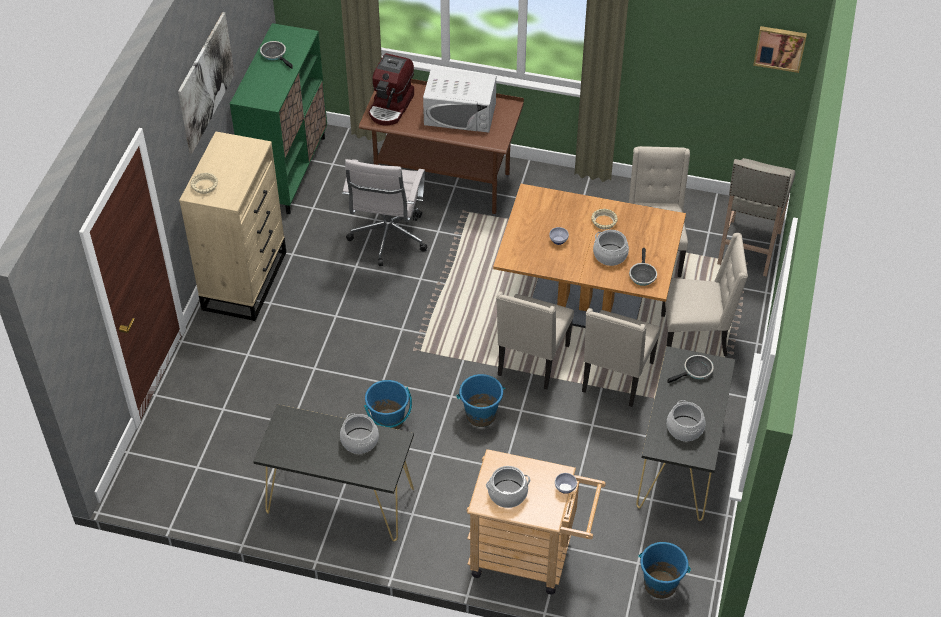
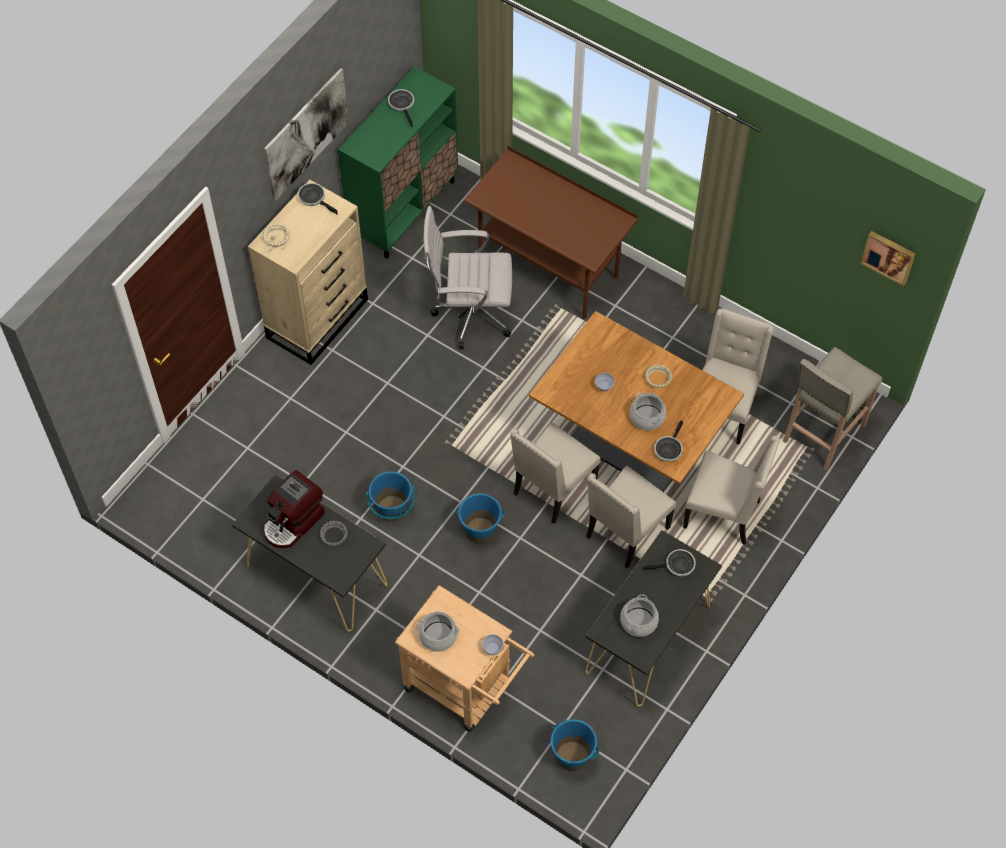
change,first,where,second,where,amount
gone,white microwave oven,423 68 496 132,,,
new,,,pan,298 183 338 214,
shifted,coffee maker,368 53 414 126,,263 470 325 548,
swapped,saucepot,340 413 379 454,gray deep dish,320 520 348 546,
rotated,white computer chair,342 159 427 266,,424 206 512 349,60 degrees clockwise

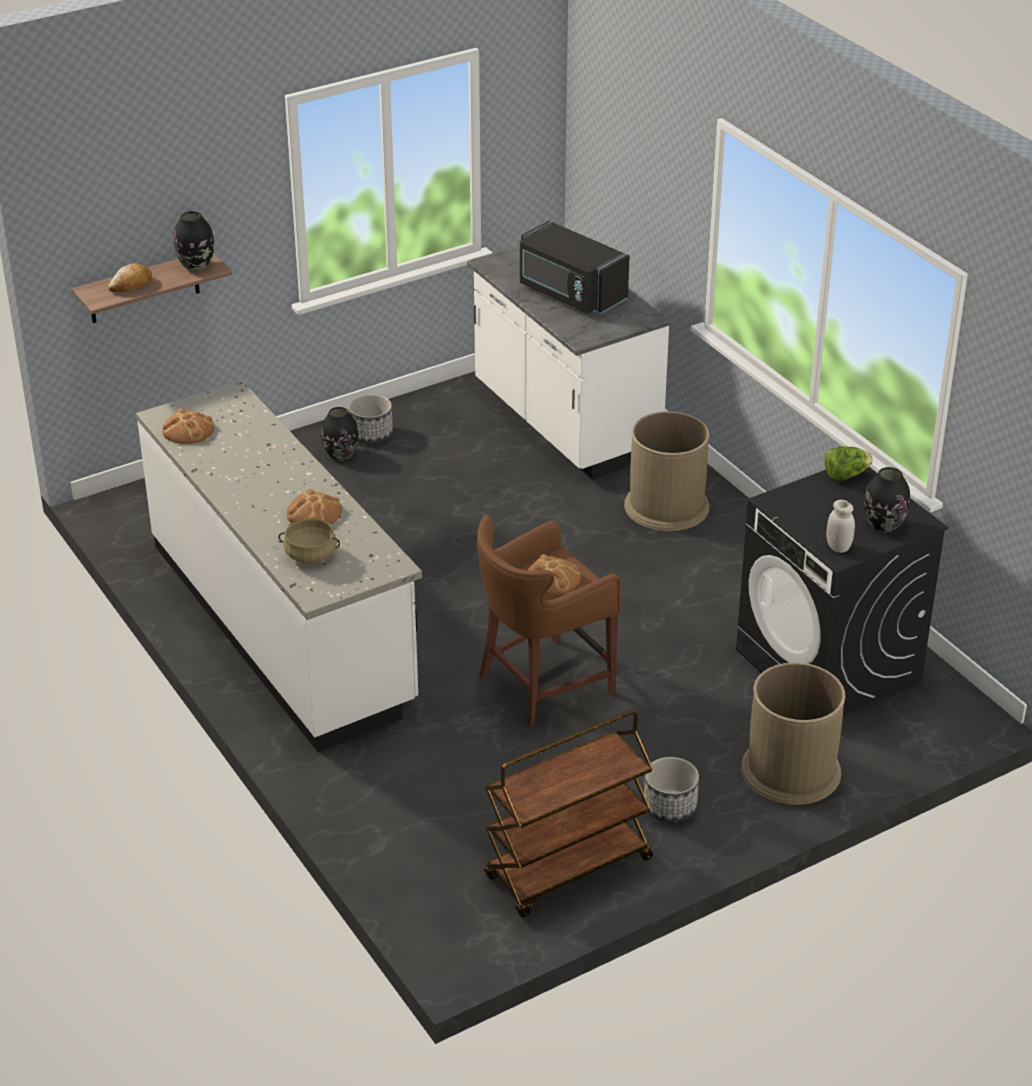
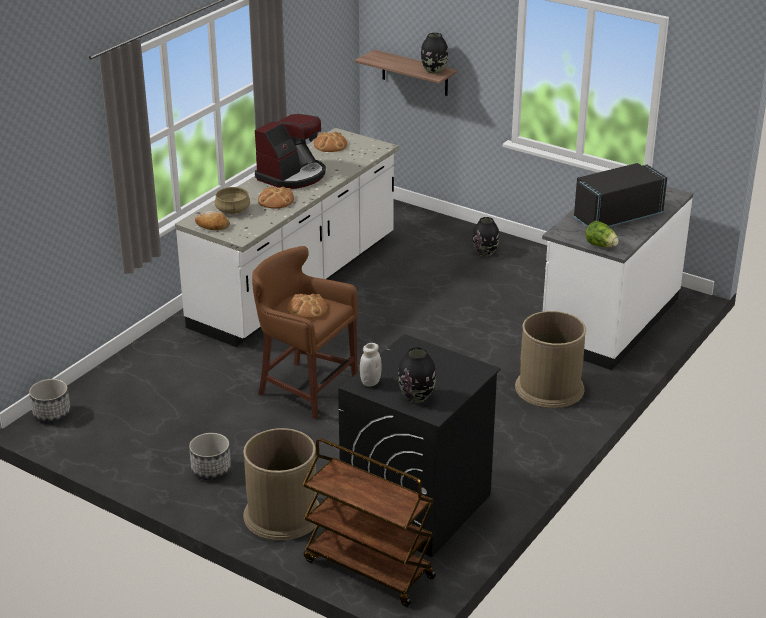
change,first,where,second,where,amount
new,,,coffee maker,255 114 326 189,
shifted,bakery bread,108 263 152 292,,195 211 230 230,
shifted,flower pot,349 394 393 444,,29 379 71 423,
shifted,brownish cart,484 710 653 917,,303 438 436 607,
shifted,lettuce,825 446 873 481,,585 221 619 247,
rotated,blackish microwave oven,520 221 629 314,,574 163 667 227,45 degrees clockwise

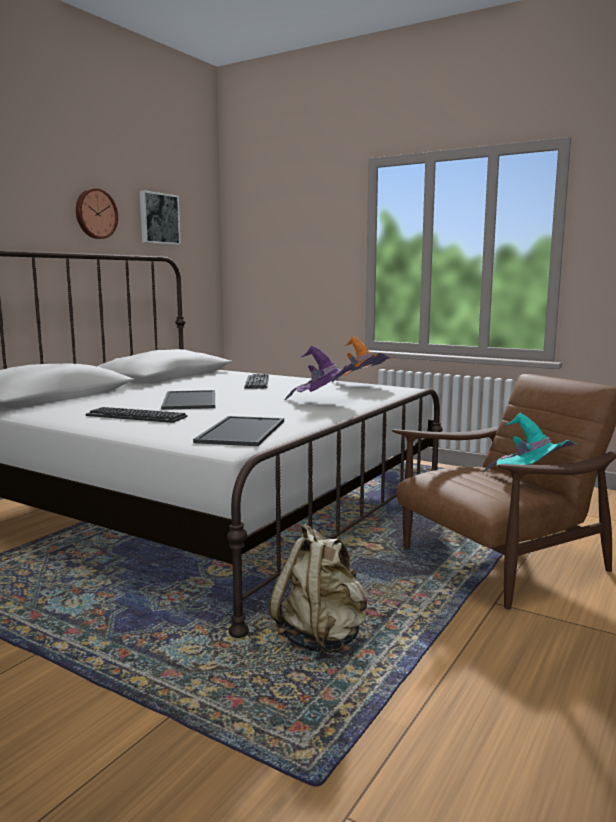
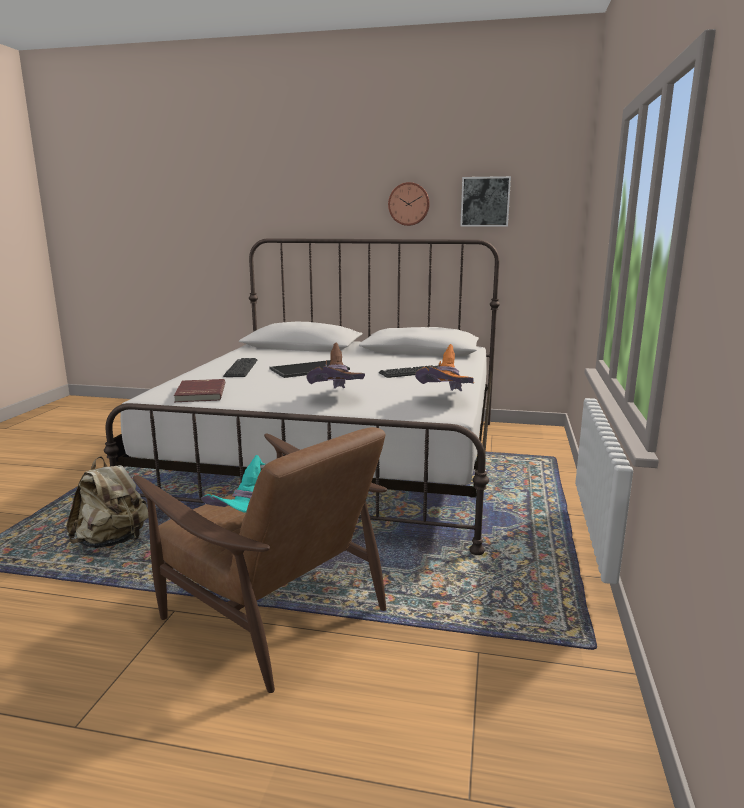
change,first,where,second,where,amount
swapped,tray,193 416 284 446,red volume,174 379 225 402,
repainted,purple hat,284 346 358 400,brownish hat,307 342 365 388,

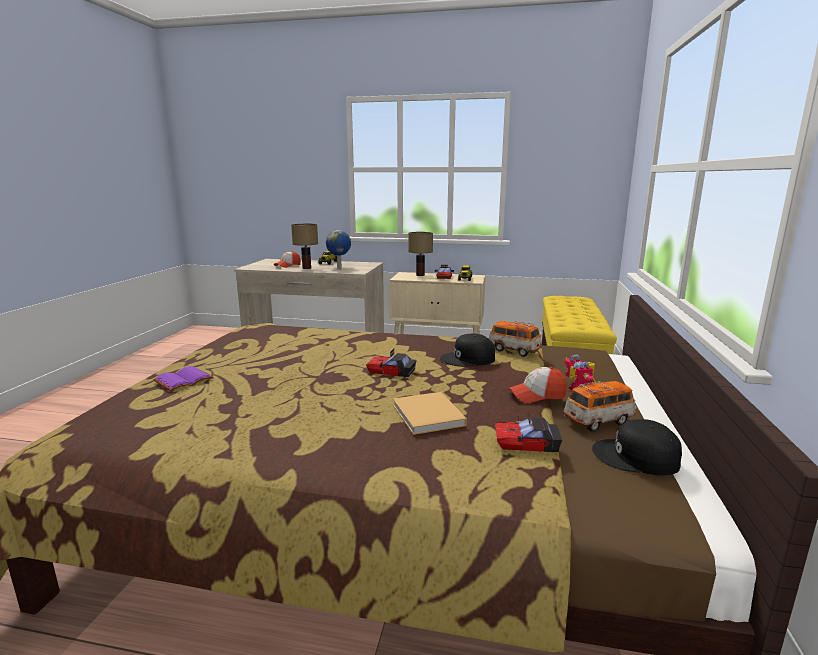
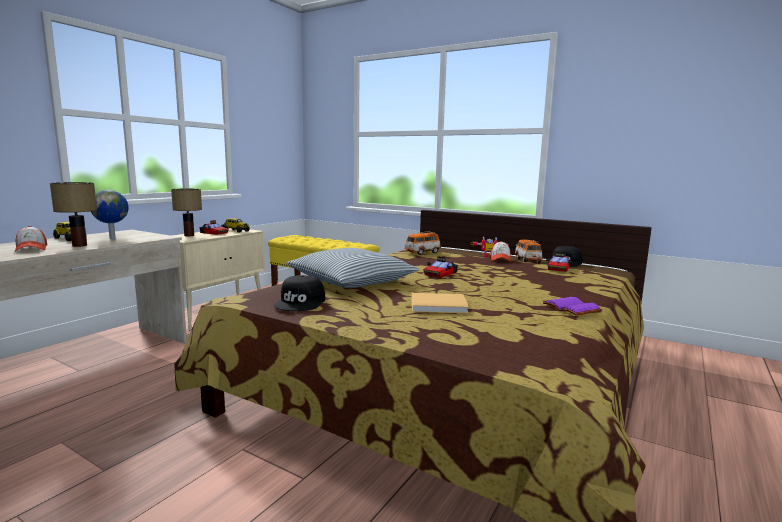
change,first,where,second,where,amount
new,,,cushion,286 248 420 288,
shifted,purple volume,153 366 214 391,,543 297 603 316,
shifted,beige-coloured volume,393 392 467 435,,411 293 469 314,
shifted,blackish peaked cap,440 333 495 367,,274 275 325 311,

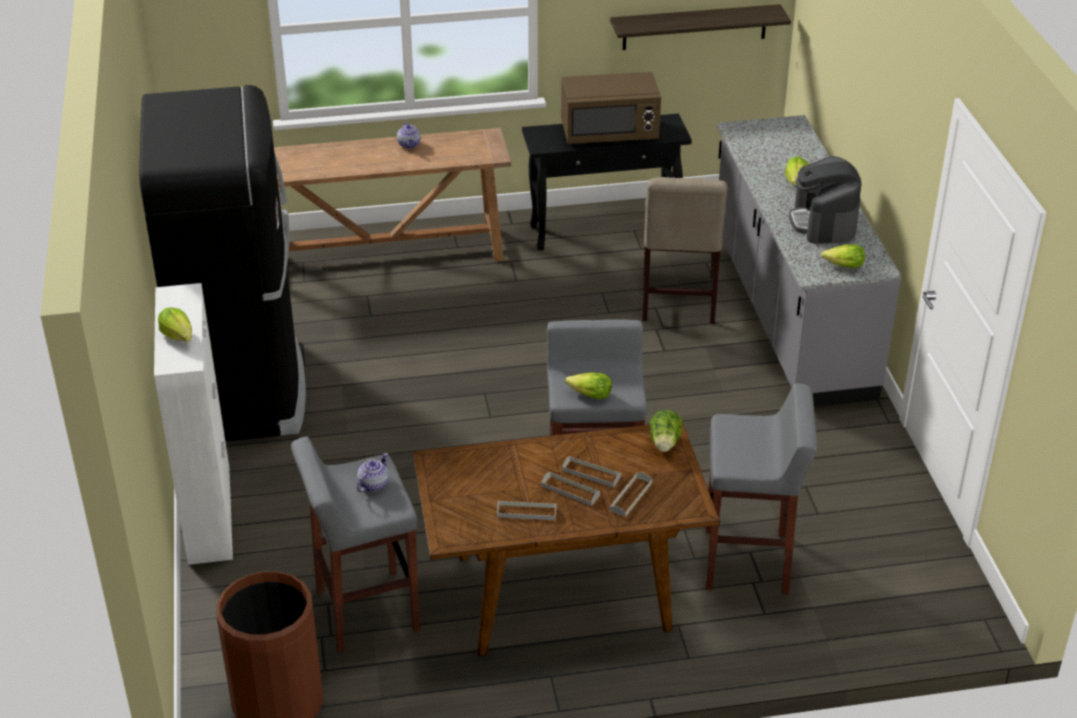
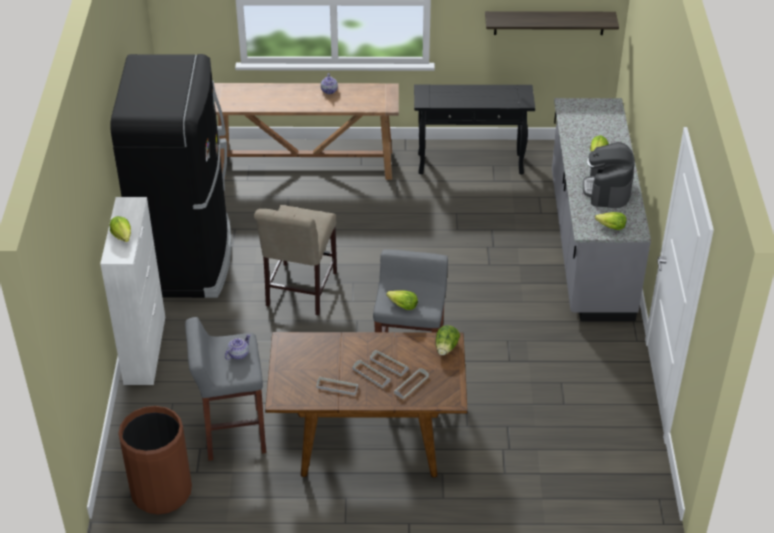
change,first,where,second,where,amount
gone,brownish microwave oven,561 72 661 144,,,
gone,gray sitting stool,706 383 817 594,,,
shifted,beige-coloured chair,642 177 727 324,,254 205 337 315,

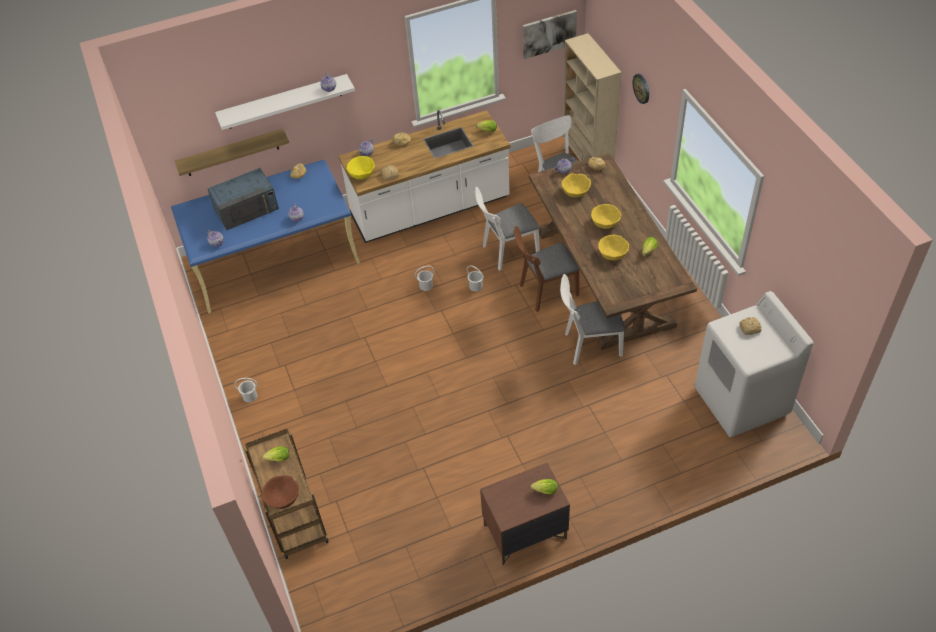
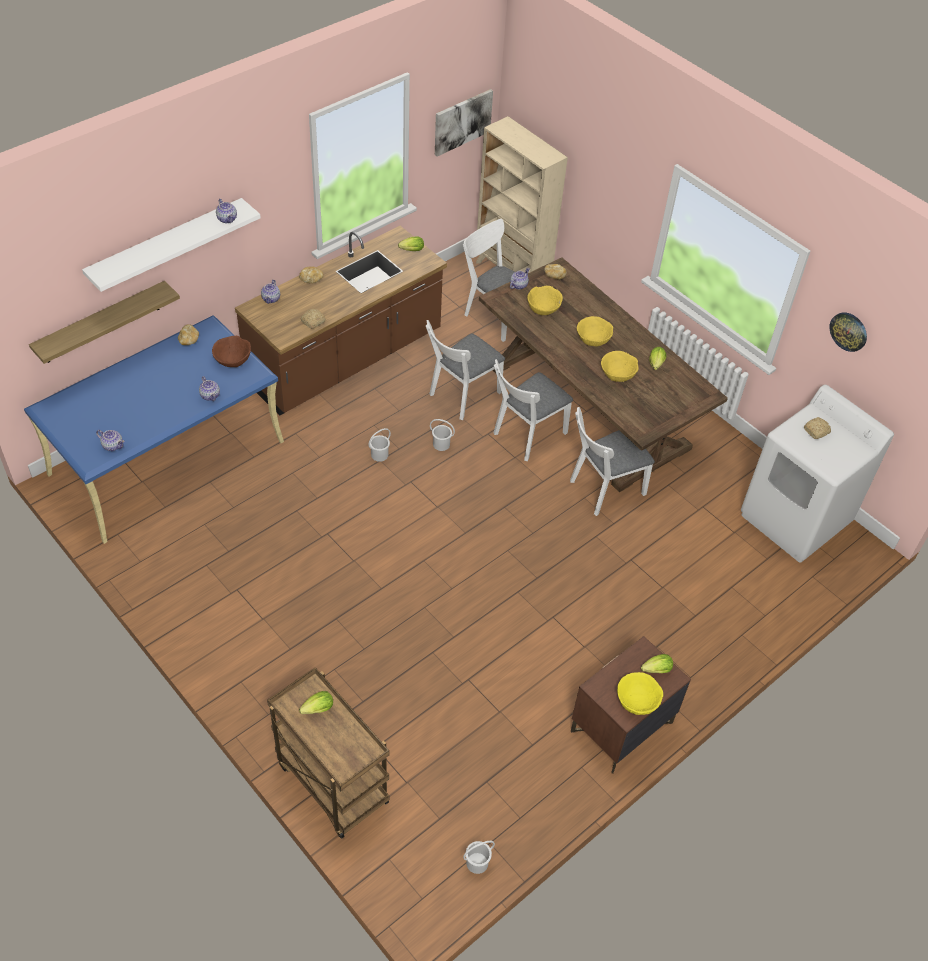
change,first,where,second,where,amount
gone,blue microwave oven,208 168 279 230,,,
shifted,white bucket,234 378 257 403,,463 841 495 874,
shifted,brownish deep dish,262 475 299 509,,212 336 251 367,
shifted,yellow-coloured deep dish,347 156 374 179,,617 672 663 715,
shifted,clock on the wall,632 74 649 104,,829 313 867 352,
repainted,white counter,339 110 510 243,brownish counter,235 226 447 416,
repainted,brownish chair,514 226 580 312,white chair,493 359 573 462,

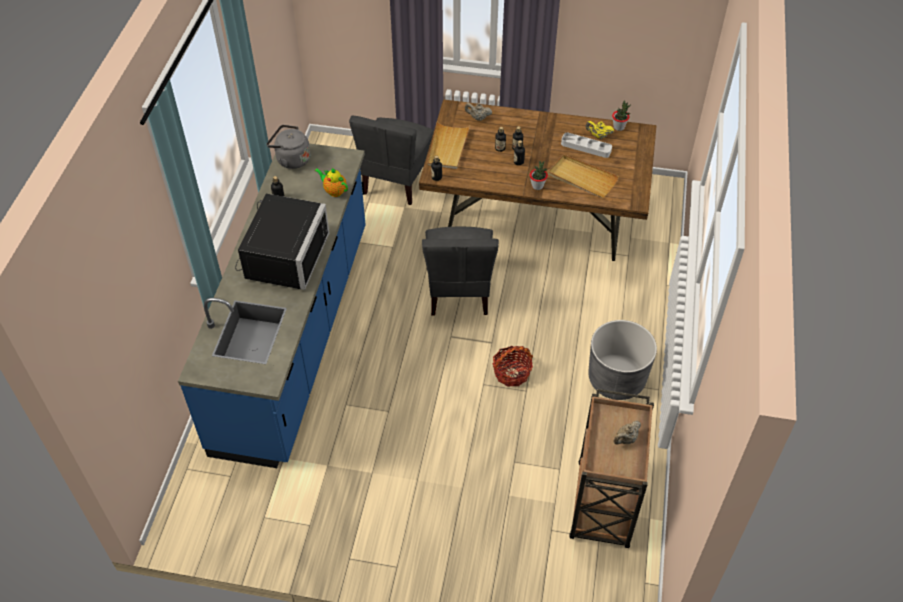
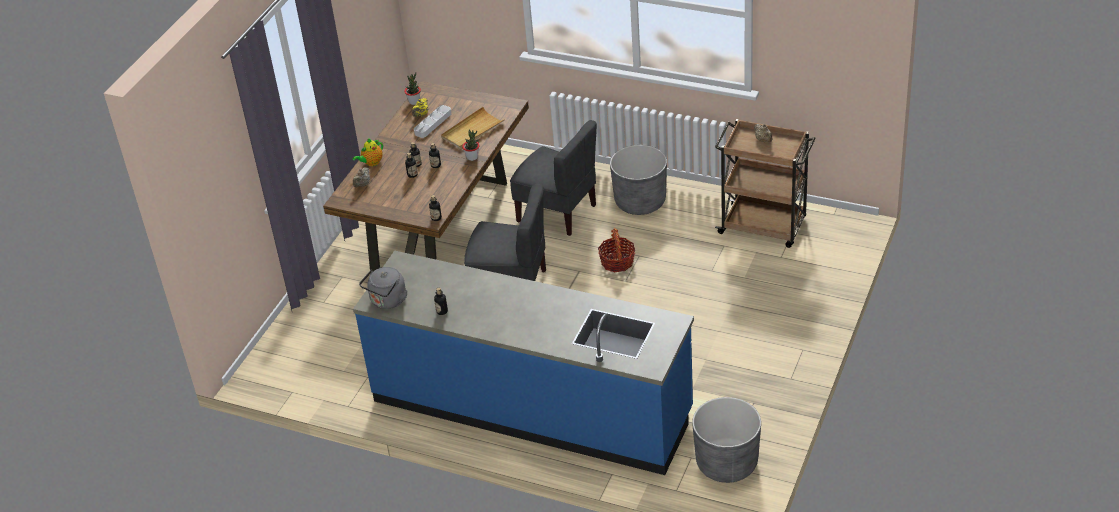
change,first,where,second,where,amount
gone,blackish microwave oven,235 194 329 290,,,
gone,beige-coloured tray,428 121 470 169,,,
new,,,gray flower pot,692 397 761 483,
shifted,tea pot,314 168 348 197,,353 138 383 166,
shifted,gray chair,349 116 434 205,,510 120 597 236,

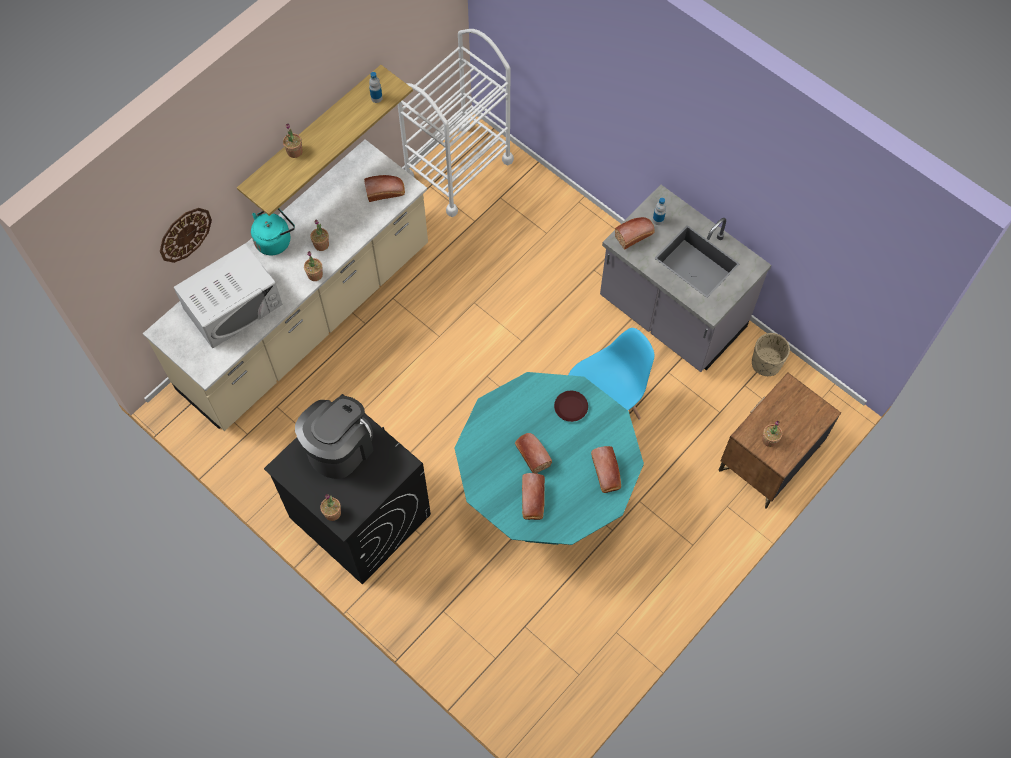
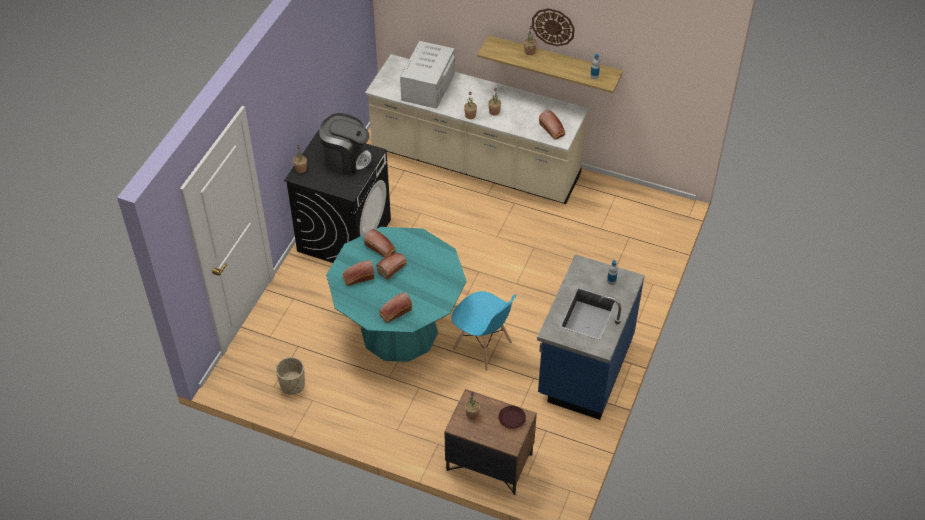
change,first,where,second,where,amount
gone,blue-green tea kettle,251 208 295 255,,,
gone,white cart,398 29 514 217,,,
shifted,clock on the wall,160 208 212 263,,532 8 575 46,
shifted,brownish plate,554 391 588 422,,498 406 526 429,
shifted,bakery bread,615 217 655 250,,364 229 395 258,
shifted,beige-coloured flower pot,752 333 790 376,,276 357 305 394,
repainted,gray counter,600 185 771 372,blue counter,537 254 645 420,
rotated,white microwave oven,174 243 282 348,,400 41 455 109,75 degrees clockwise

